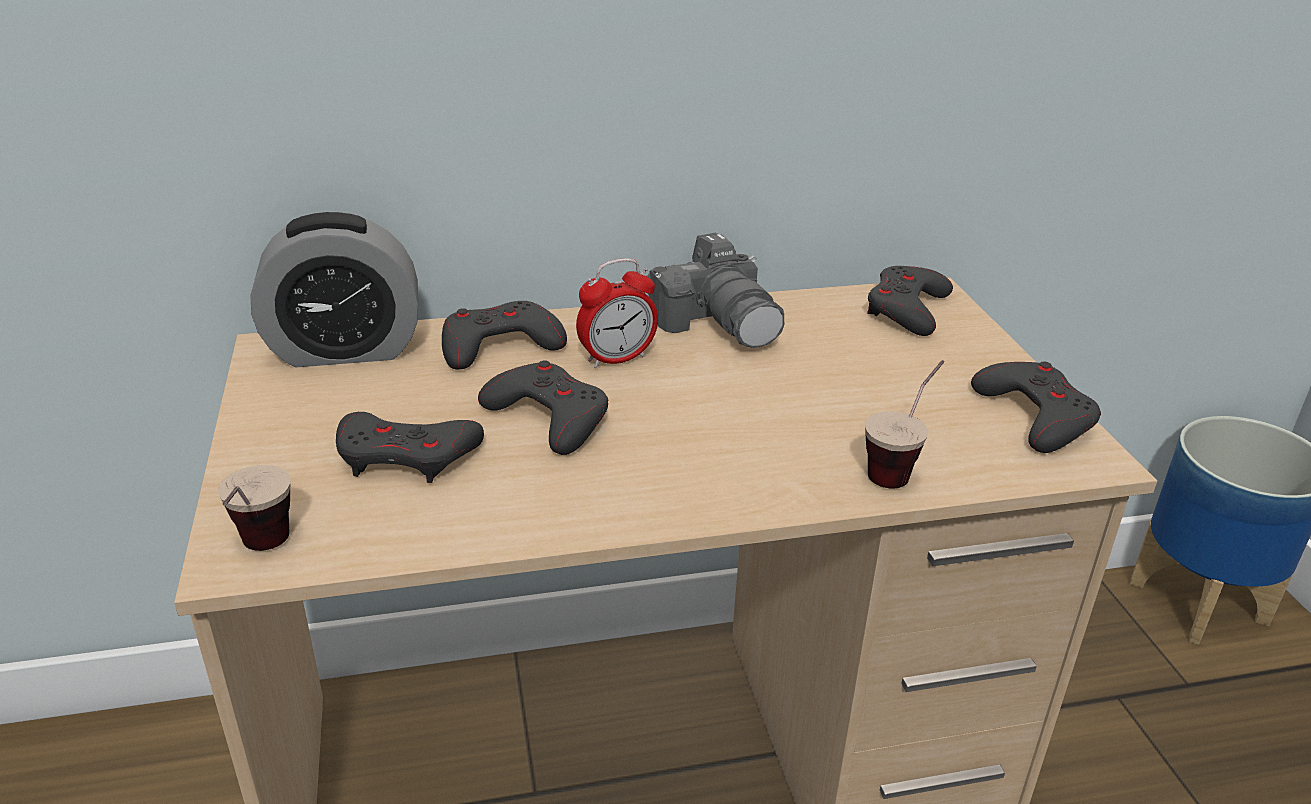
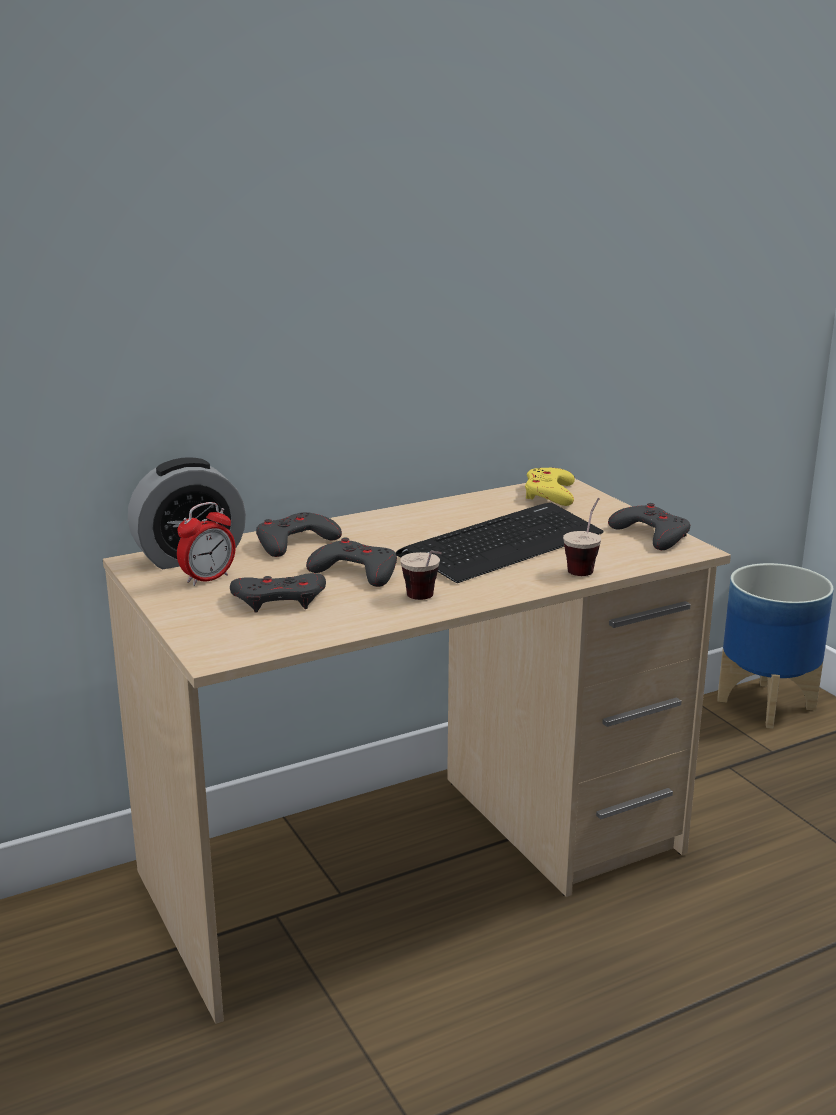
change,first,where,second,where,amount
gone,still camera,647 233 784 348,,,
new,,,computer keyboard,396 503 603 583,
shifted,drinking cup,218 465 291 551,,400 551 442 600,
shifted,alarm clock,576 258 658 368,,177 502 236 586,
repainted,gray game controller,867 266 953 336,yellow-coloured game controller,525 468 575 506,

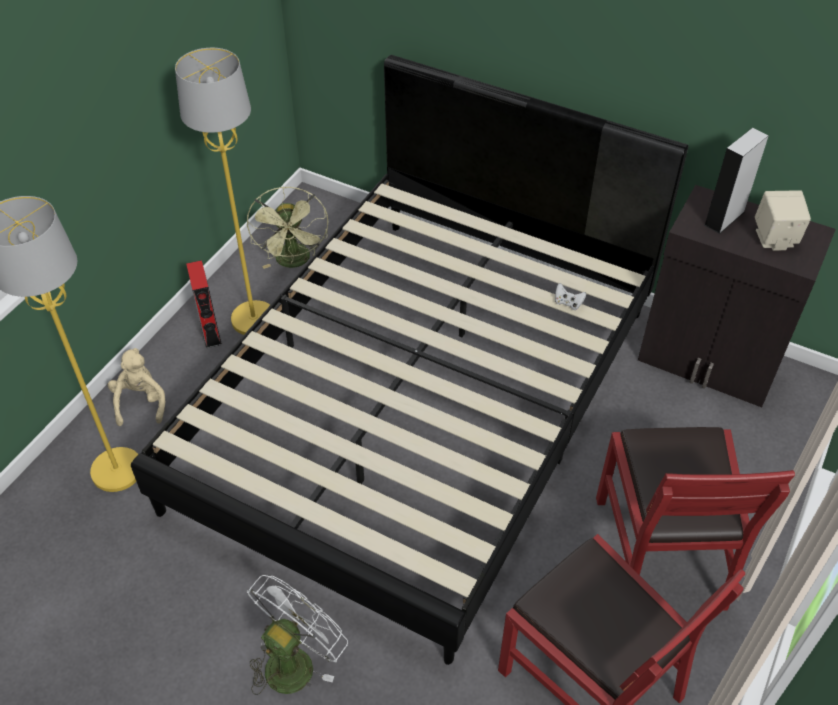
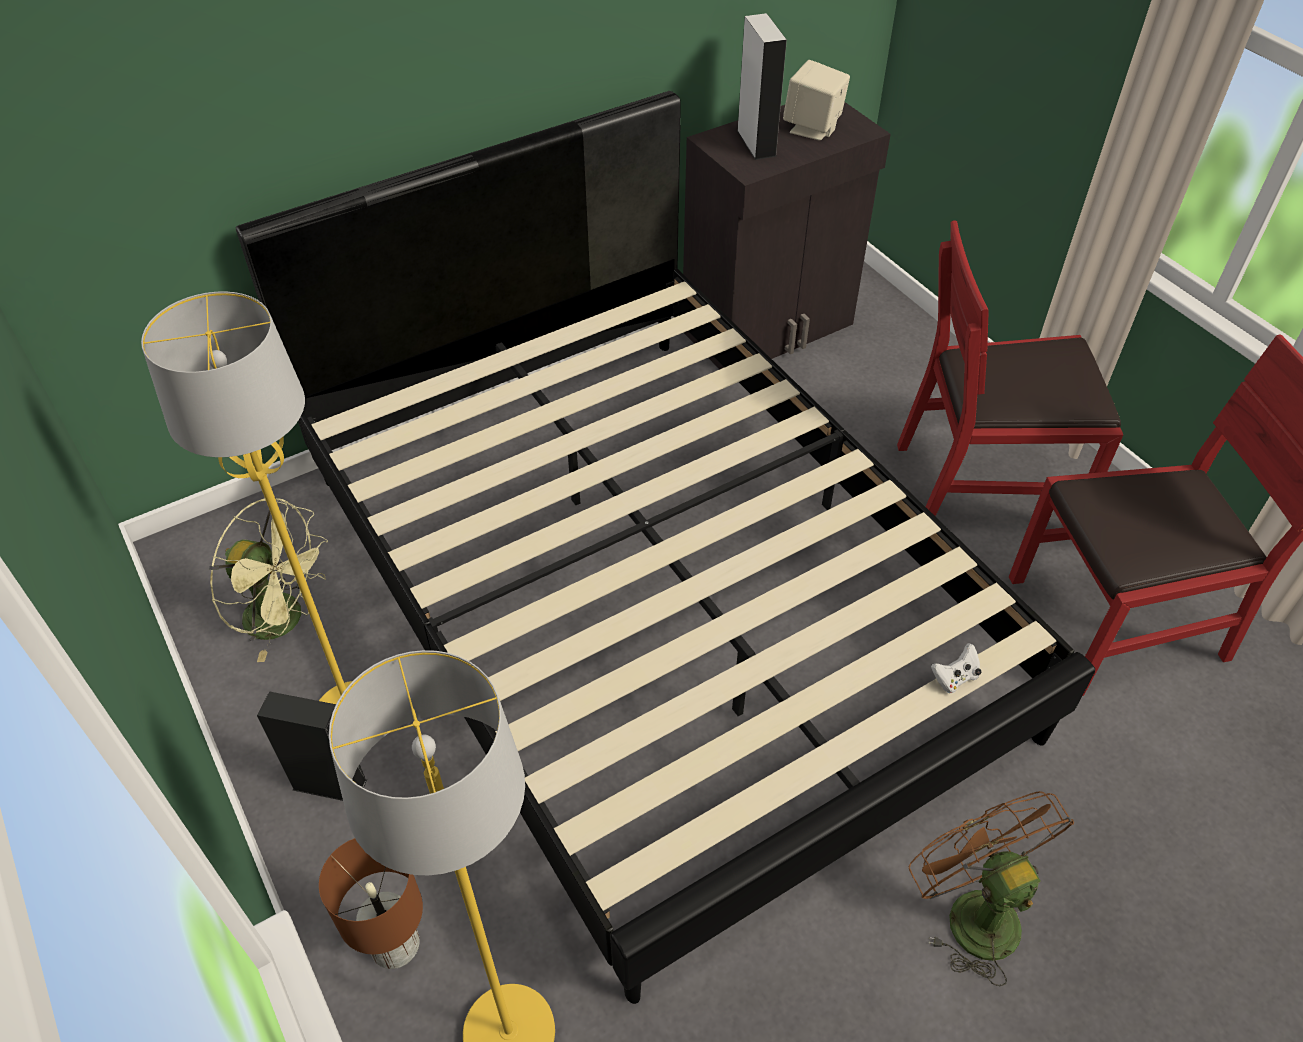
change,first,where,second,where,amount
shifted,white game controller,555 283 586 310,,931 643 982 693,
swapped,beige-coloured soft toy,108 348 165 426,brownish table lamp,319 838 423 969,
repainted,red speaker,186 260 222 348,blackish speaker,257 691 367 801,
repainted,white fan,247 575 348 695,brownish fan,909 791 1074 986,
rotated,red chair,596 427 795 611,,897 220 1123 516,150 degrees clockwise

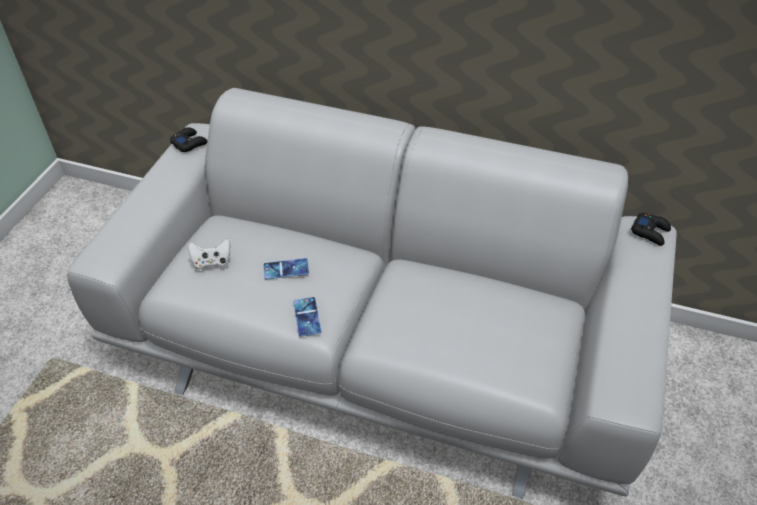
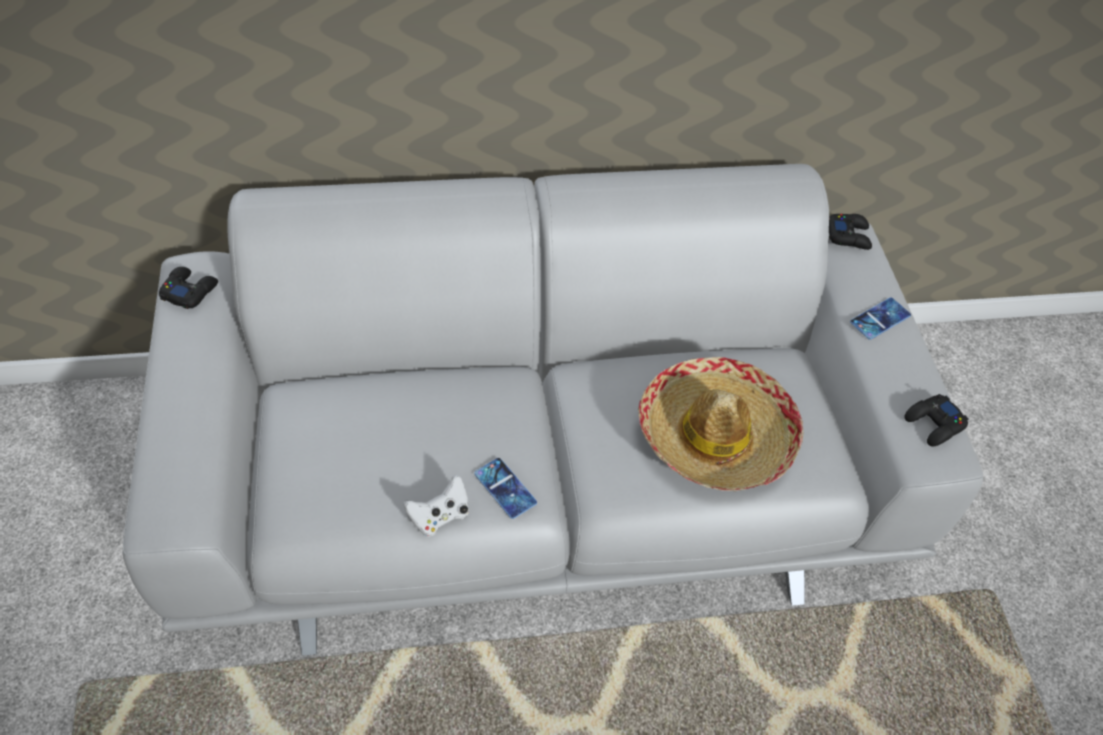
change,first,where,second,where,amount
new,,,hat,638 357 804 491,
new,,,blackish game controller,904 394 969 446,
shifted,white game controller,188 238 230 270,,404 475 469 537,
shifted,telephone,264 258 309 280,,850 297 911 340,

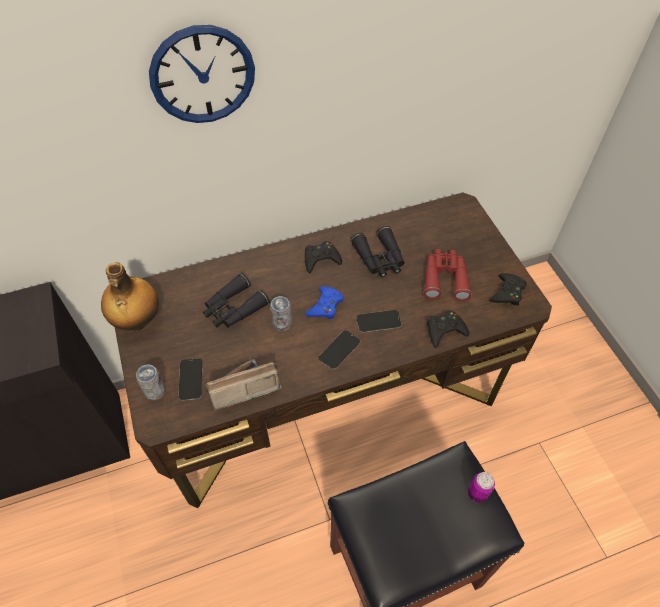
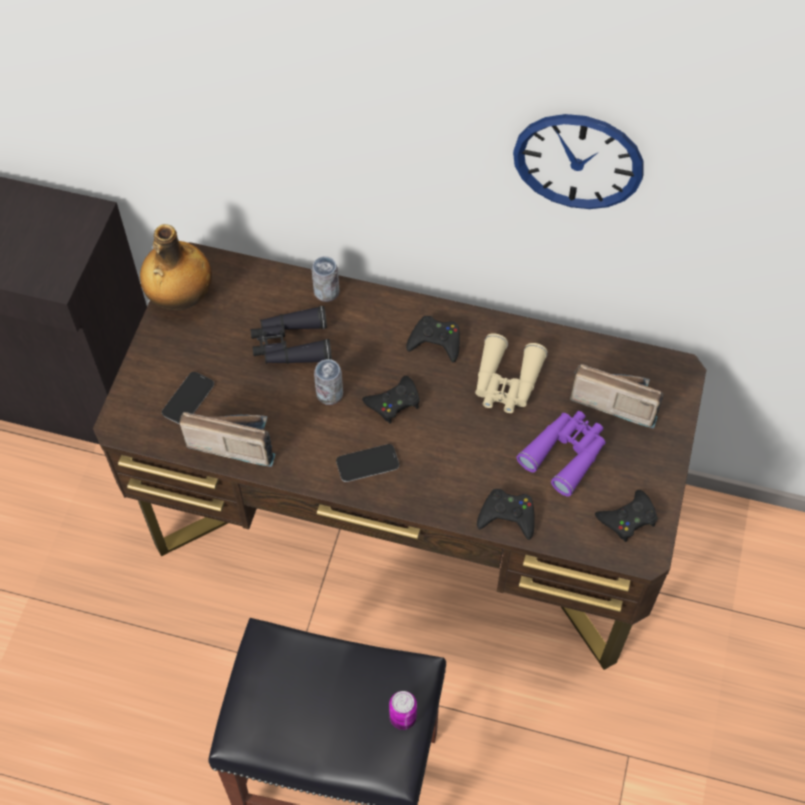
change,first,where,second,where,amount
gone,telephone,357 310 402 332,,,
new,,,radio set,570 364 663 429,
shifted,metal can,136 365 166 400,,312 256 340 302,
shifted,clock on the wall,149 25 255 123,,513 114 643 209,
repainted,blue game controller,305 286 343 319,blackish game controller,362 376 420 424,
repainted,blackish field glasses,351 226 405 278,beige-coloured field glasses,475 333 548 413,
repainted,red field glasses,424 249 471 301,purple field glasses,517 411 606 497,

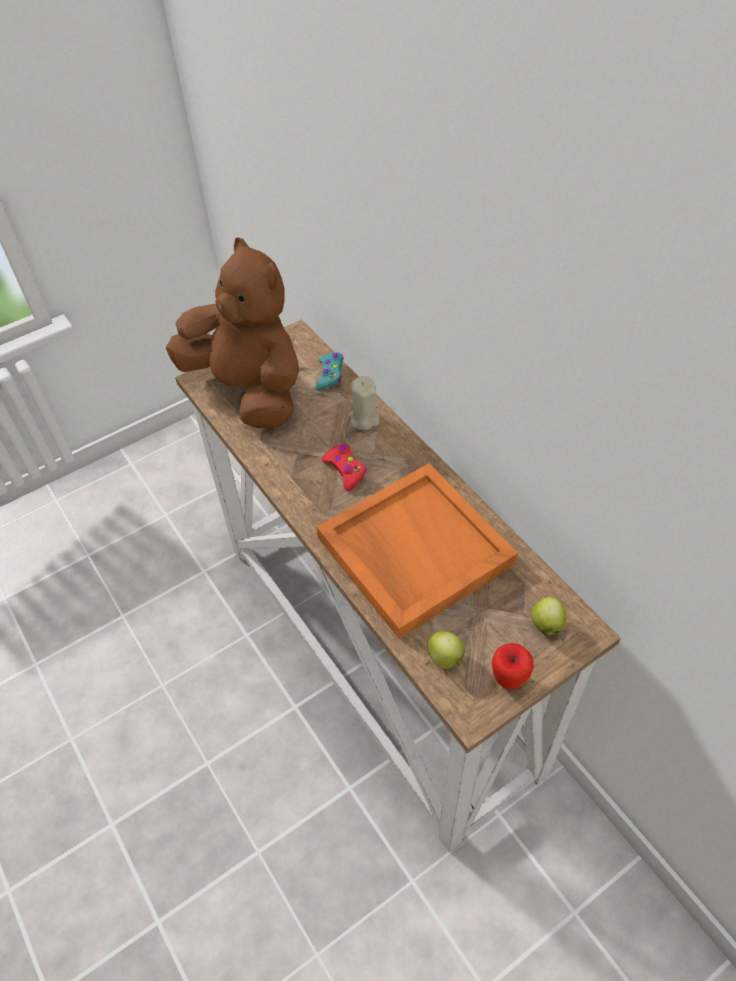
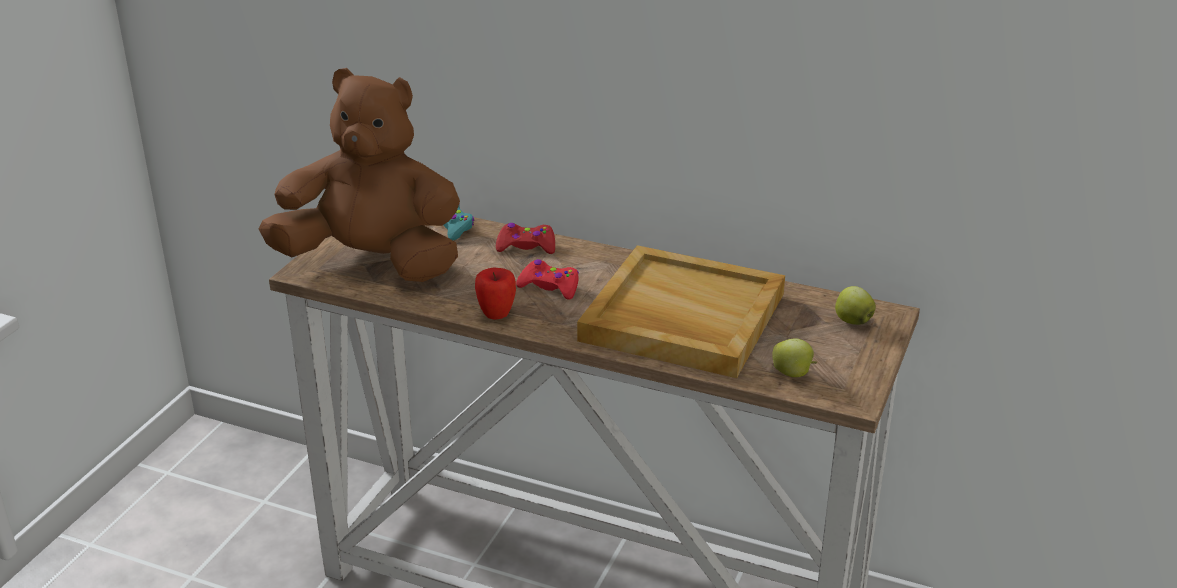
change,first,where,second,where,amount
shifted,apple fruit,492 643 534 690,,475 267 516 320,
swapped,beige-coloured wax light,349 376 380 430,red game controller,496 223 555 254,
repainted,orange-coloured tray,316 463 518 639,beige-coloured tray,577 245 785 378,

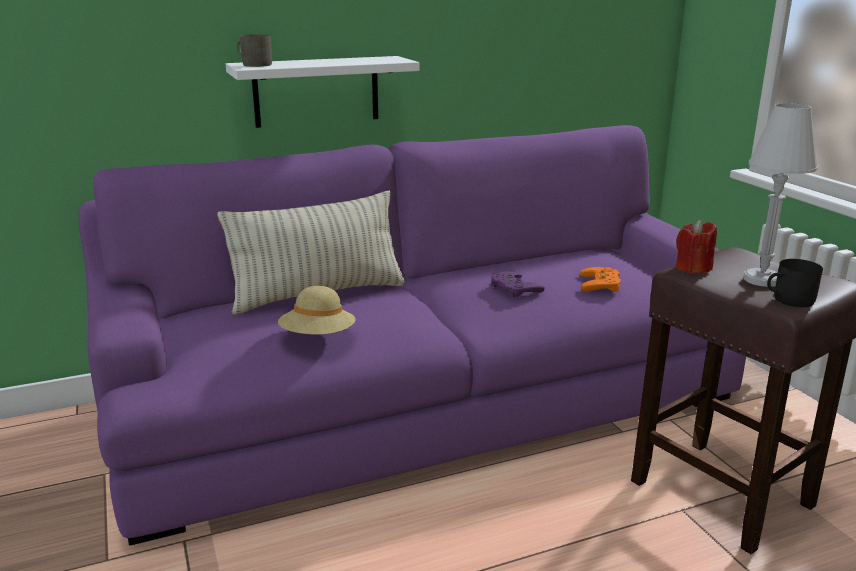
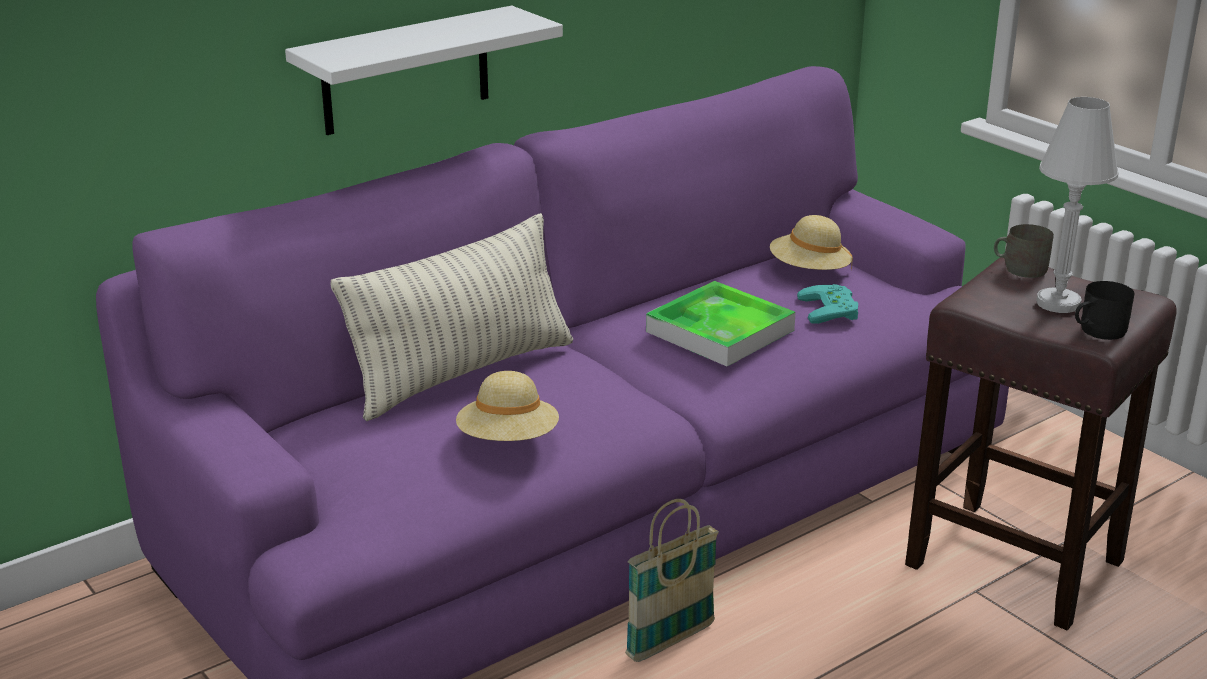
change,first,where,second,where,amount
gone,red wax light,676 220 717 273,,,
new,,,household basket,625 499 719 662,
new,,,beige-coloured hat,770 215 853 272,
shifted,gray coffee mug,237 34 272 67,,994 224 1054 278,
swapped,purple game controller,491 271 545 298,tray,646 281 796 366,
repainted,orange-coloured game controller,580 267 621 292,blue-green game controller,797 284 858 324,

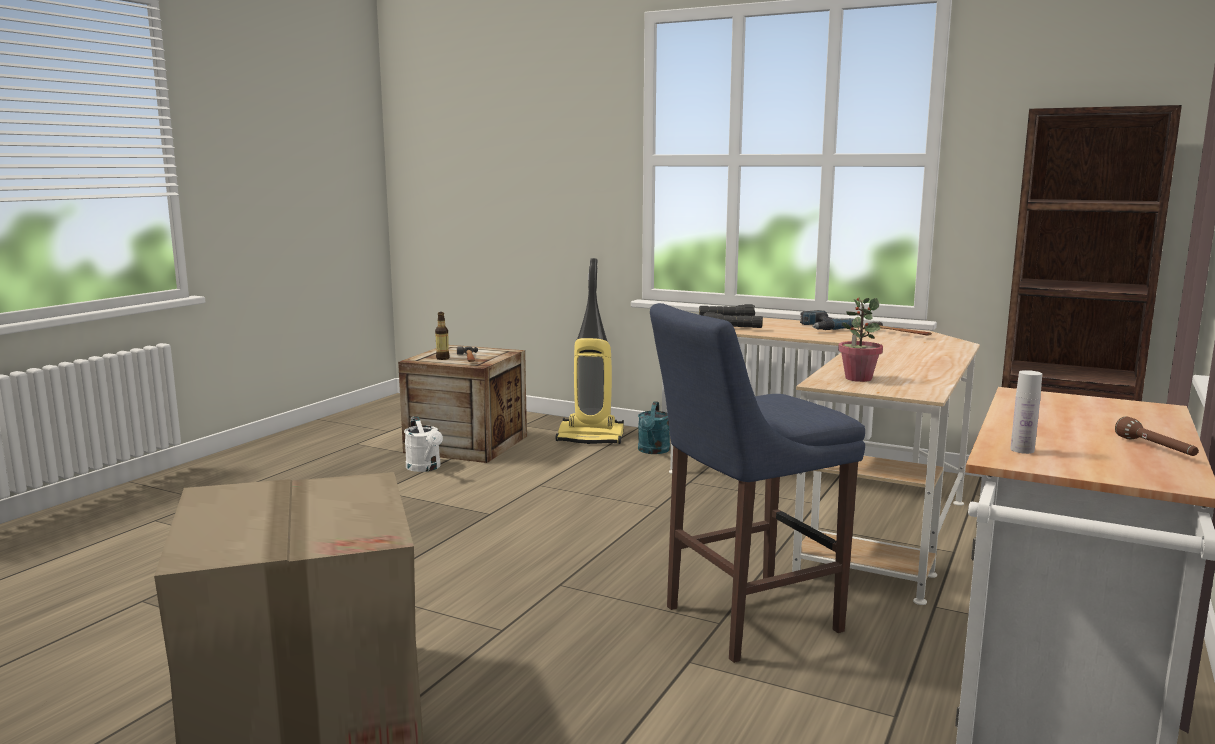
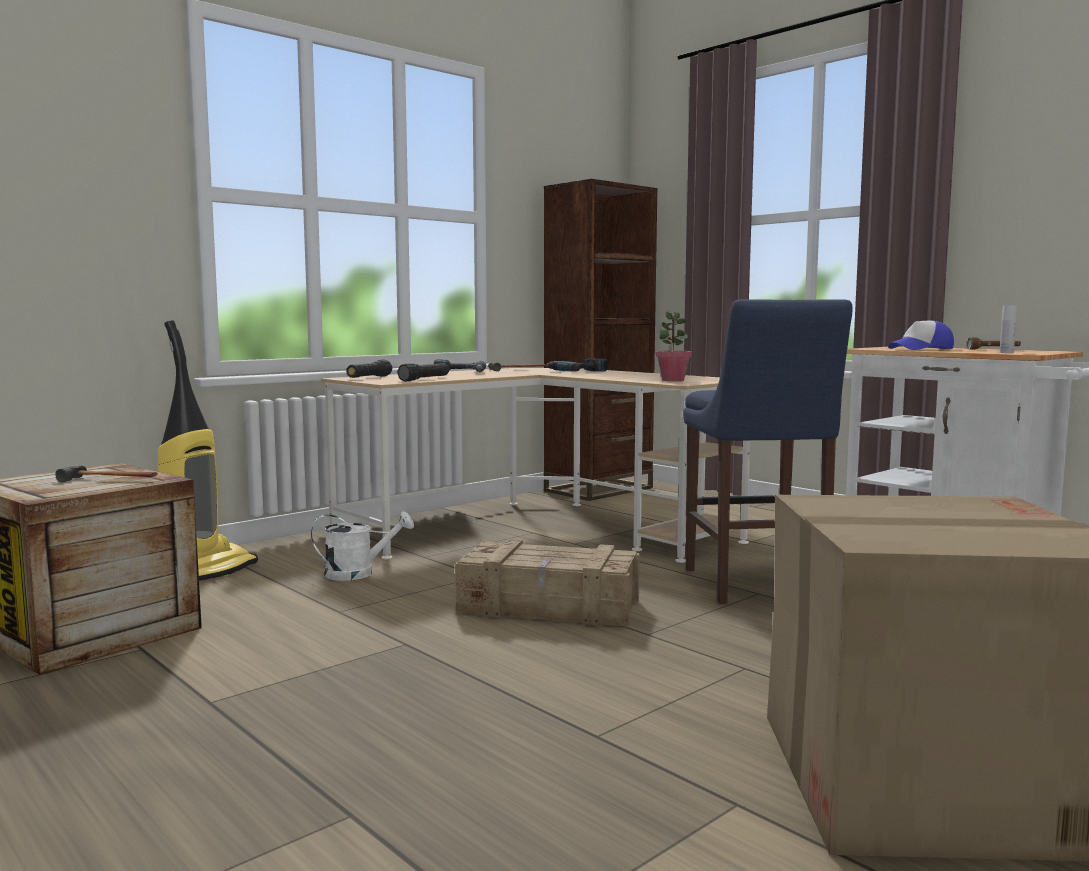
change,first,where,second,where,amount
gone,drink bottle,435 312 450 360,,,
gone,blue-green watering can,638 401 670 454,,,
new,,,shipping crate,455 539 640 627,
new,,,power drill,547 358 607 372,
new,,,peaked cap,888 321 954 350,
shifted,white watering can,404 416 443 472,,311 511 414 581,

